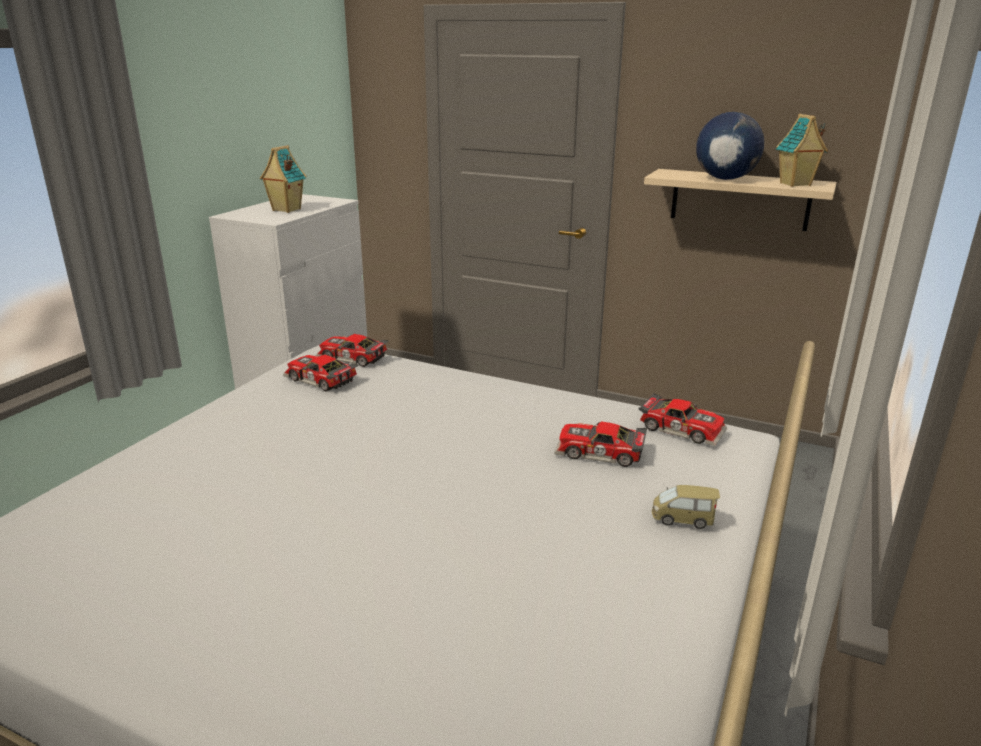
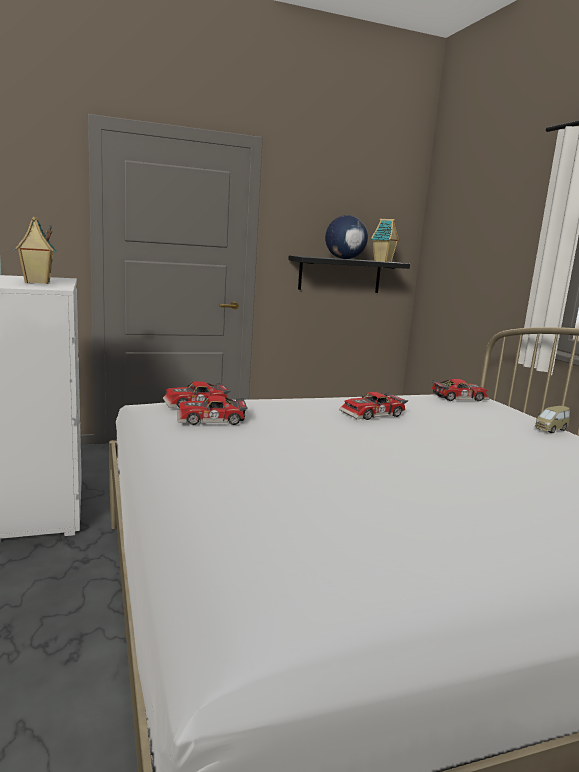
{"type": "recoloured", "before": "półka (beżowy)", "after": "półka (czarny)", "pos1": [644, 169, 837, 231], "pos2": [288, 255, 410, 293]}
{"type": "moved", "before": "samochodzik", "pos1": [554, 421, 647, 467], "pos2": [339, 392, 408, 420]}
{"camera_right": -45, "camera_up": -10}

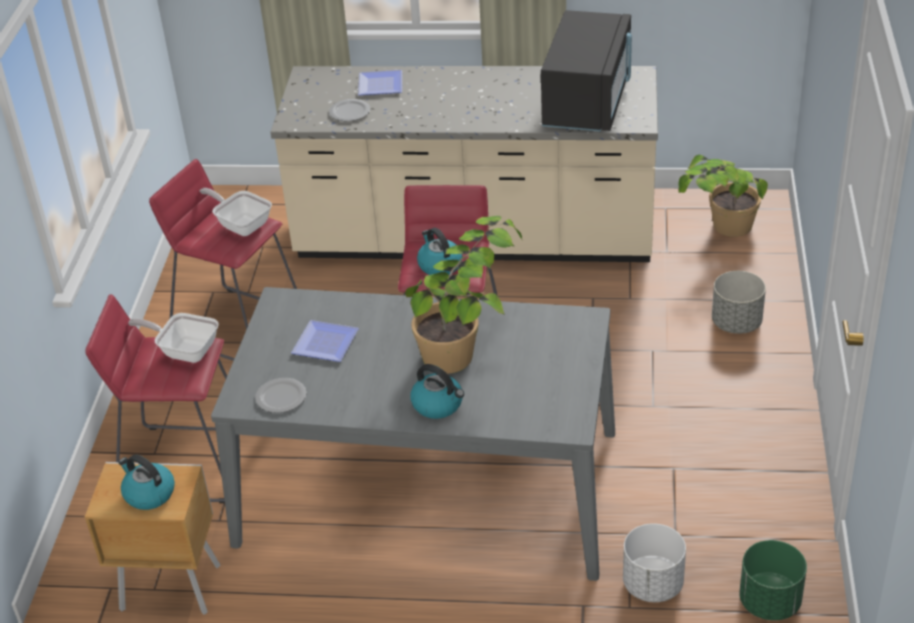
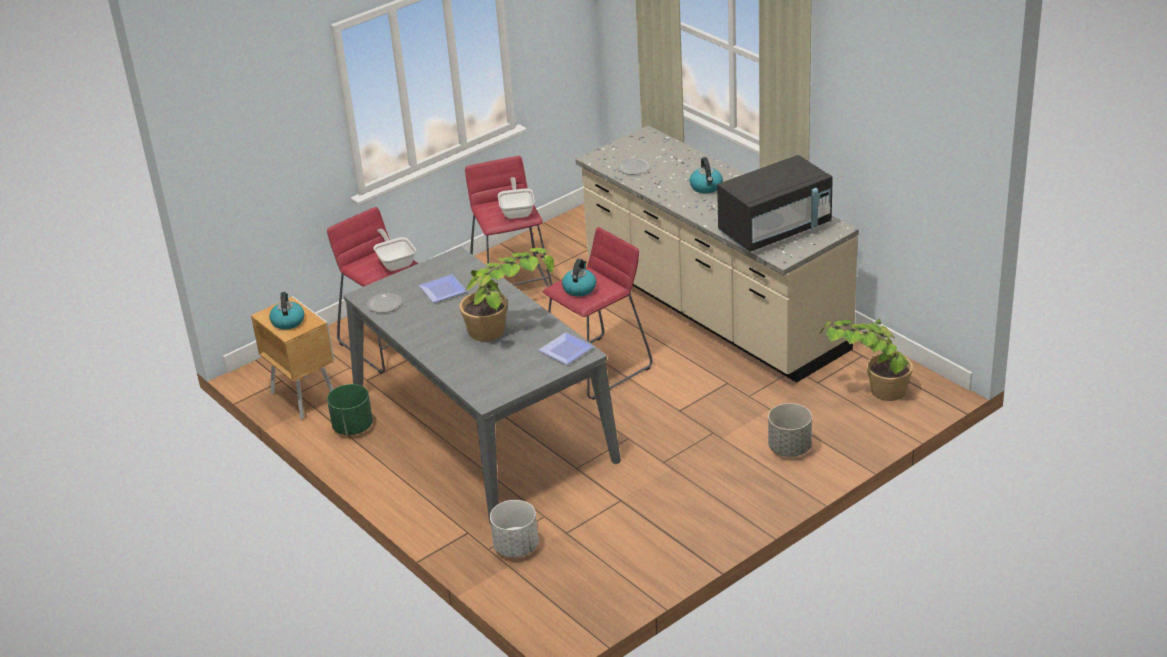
{"type": "moved", "before": "donica (zielony)", "pos1": [739, 540, 807, 621], "pos2": [327, 384, 373, 435]}
{"type": "moved", "before": "talerz", "pos1": [358, 70, 402, 95], "pos2": [539, 332, 594, 365]}
{"type": "moved", "before": "czajnik", "pos1": [411, 364, 464, 419], "pos2": [690, 157, 723, 194]}
{"camera_right": 45, "camera_up": -5}

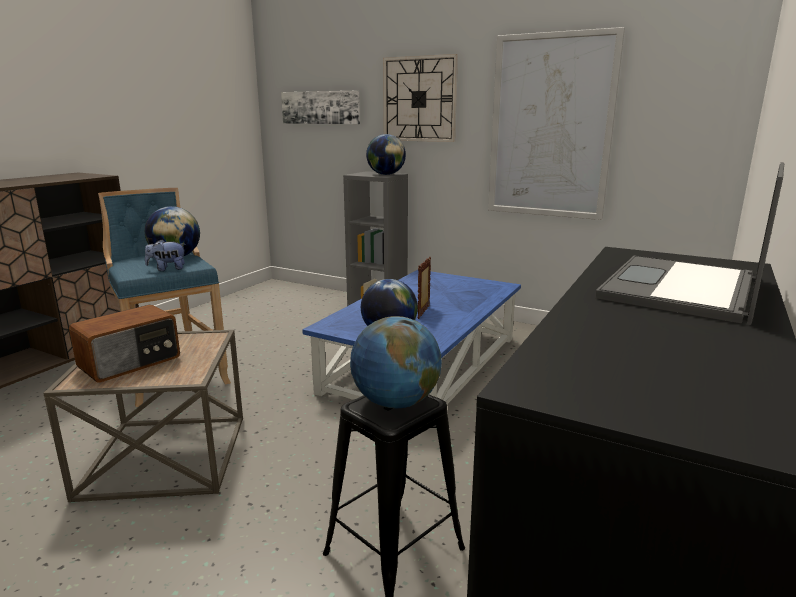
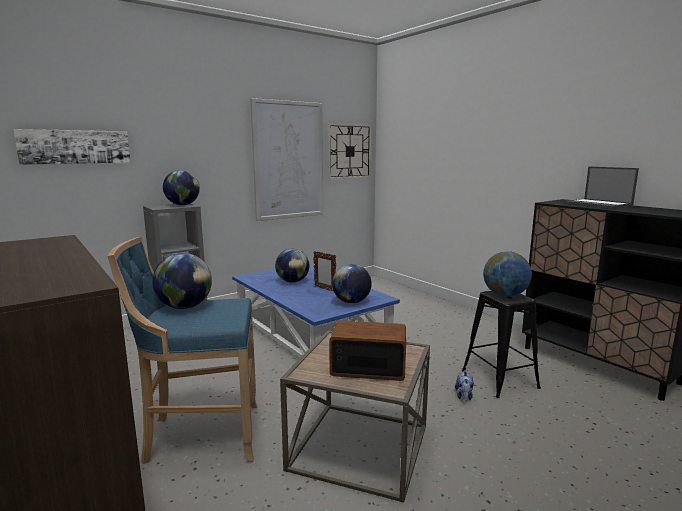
{"type": "added", "after": "globus", "pos2": [275, 248, 310, 283]}
{"type": "moved", "before": "zegar ścienny", "pos1": [383, 54, 458, 142], "pos2": [327, 123, 372, 179]}
{"type": "turned", "before": "radio", "pos1": [69, 305, 180, 382], "pos2": [329, 321, 406, 381], "turn": -60}
{"type": "moved", "before": "pluszak", "pos1": [145, 239, 186, 271], "pos2": [455, 370, 474, 401]}
{"camera_right": -65, "camera_up": -5}

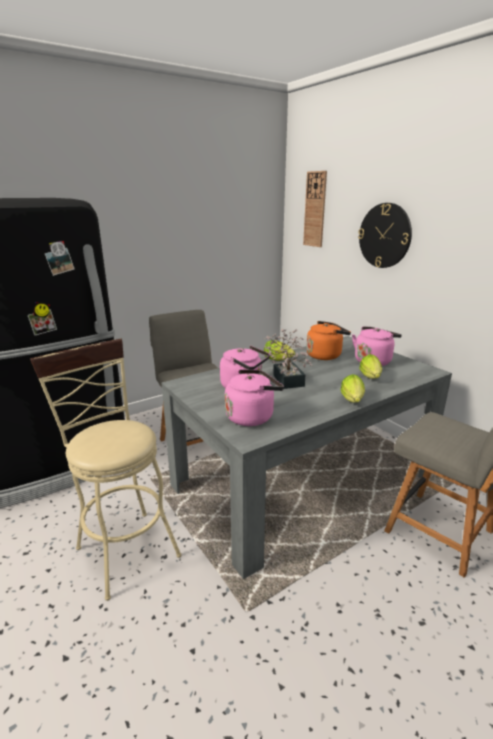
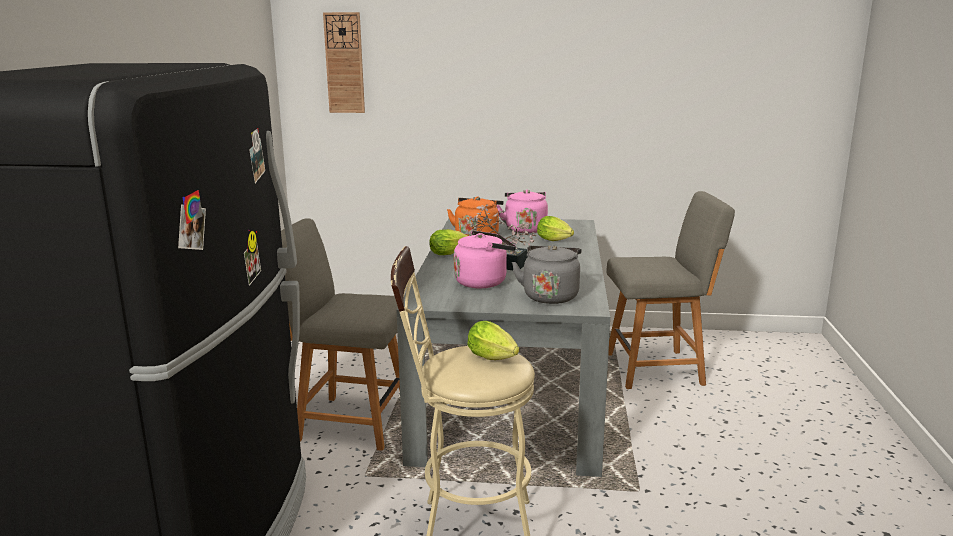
{"type": "moved", "before": "sałata", "pos1": [340, 374, 365, 403], "pos2": [467, 321, 519, 360]}
{"type": "recoloured", "before": "czajnik (różowy)", "after": "czajnik (szary)", "pos1": [225, 370, 284, 426], "pos2": [512, 245, 582, 304]}
{"type": "removed", "before": "zegar ścienny", "pos1": [358, 203, 412, 268]}
{"camera_right": -50, "camera_up": -5}

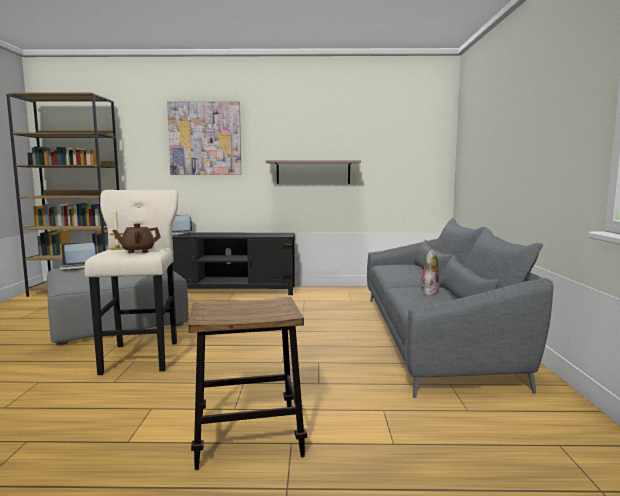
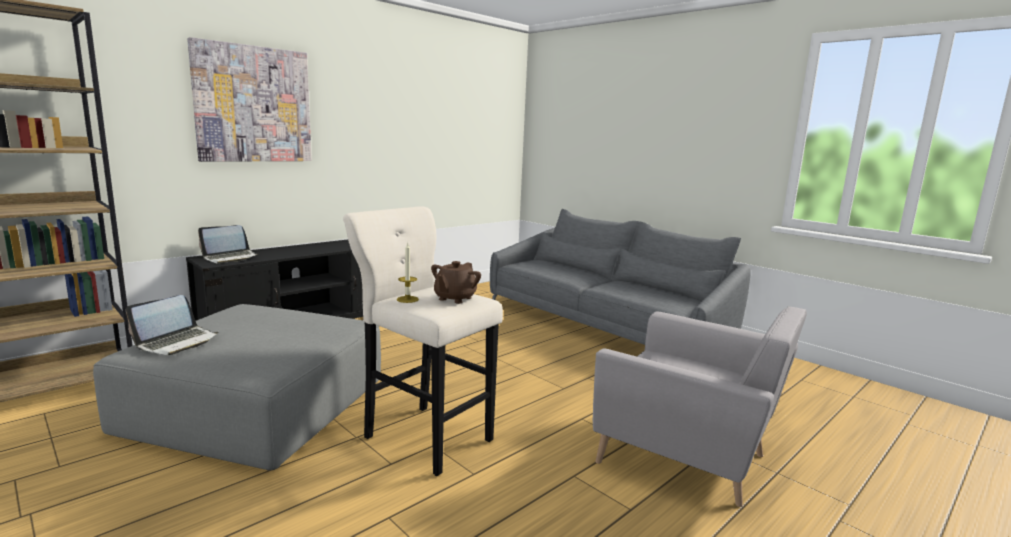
{"type": "replaced", "before": "stołek", "after": "fotel (szary)", "pos1": [189, 297, 307, 470], "pos2": [593, 306, 807, 507]}
{"type": "removed", "before": "półka", "pos1": [266, 160, 361, 184]}
{"type": "removed", "before": "pluszak", "pos1": [420, 250, 439, 296]}
{"camera_right": -45, "camera_up": 5}

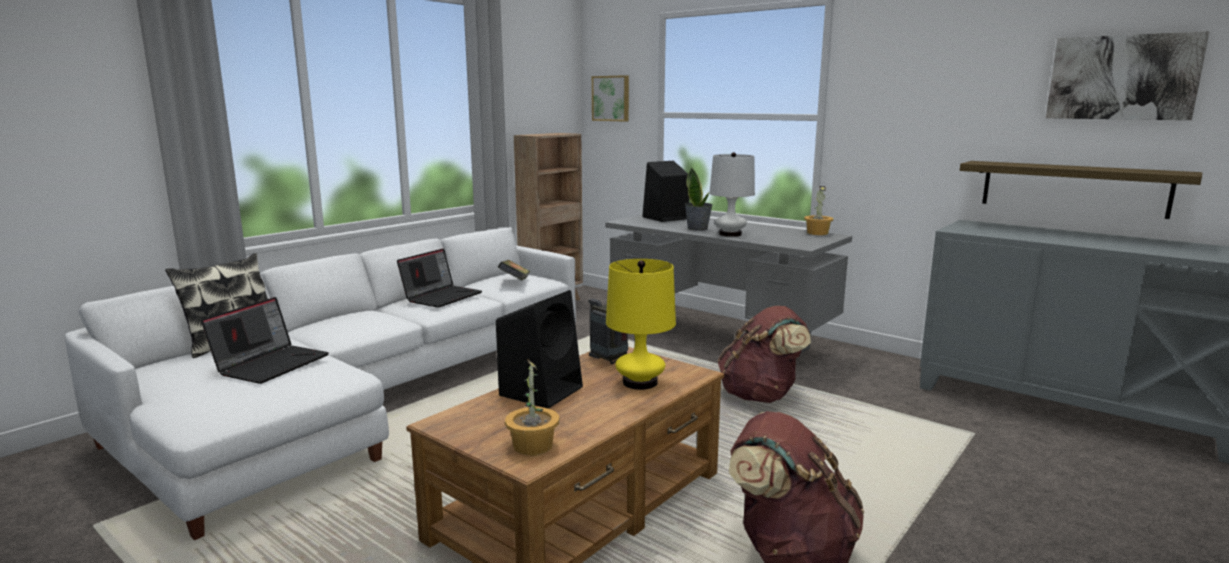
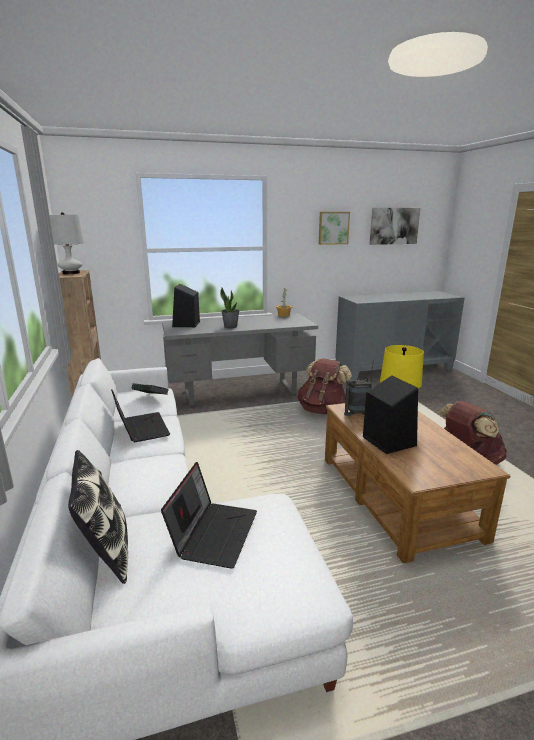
{"type": "moved", "before": "lampa stołowa (biały)", "pos1": [709, 152, 755, 237], "pos2": [50, 212, 84, 274]}
{"type": "turned", "before": "laptop", "pos1": [201, 297, 329, 384], "pos2": [161, 462, 257, 569], "turn": 45}
{"type": "moved", "before": "obraz", "pos1": [592, 75, 629, 122], "pos2": [319, 212, 350, 245]}
{"type": "removed", "before": "roślina doniczkowa", "pos1": [505, 359, 560, 455]}
{"type": "removed", "before": "półka", "pos1": [960, 161, 1202, 219]}
{"camera_right": -55, "camera_up": 5}

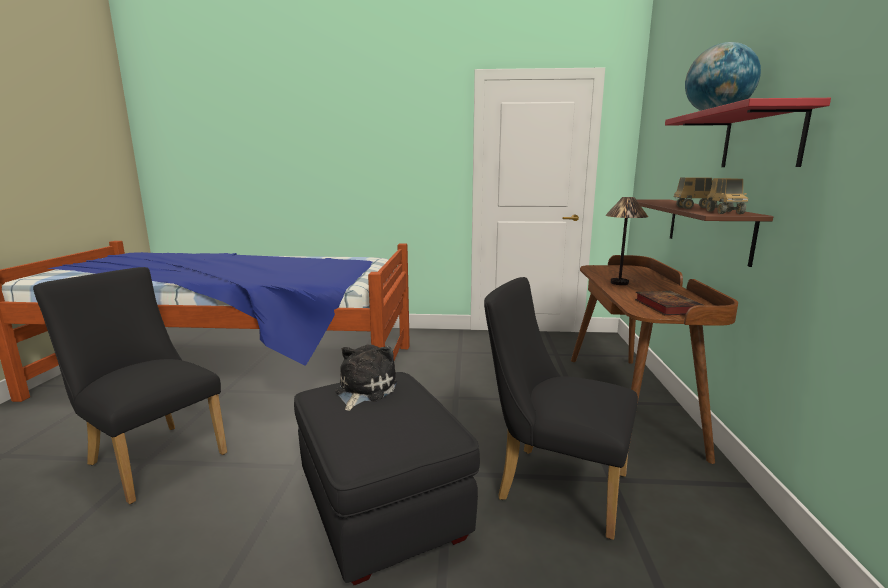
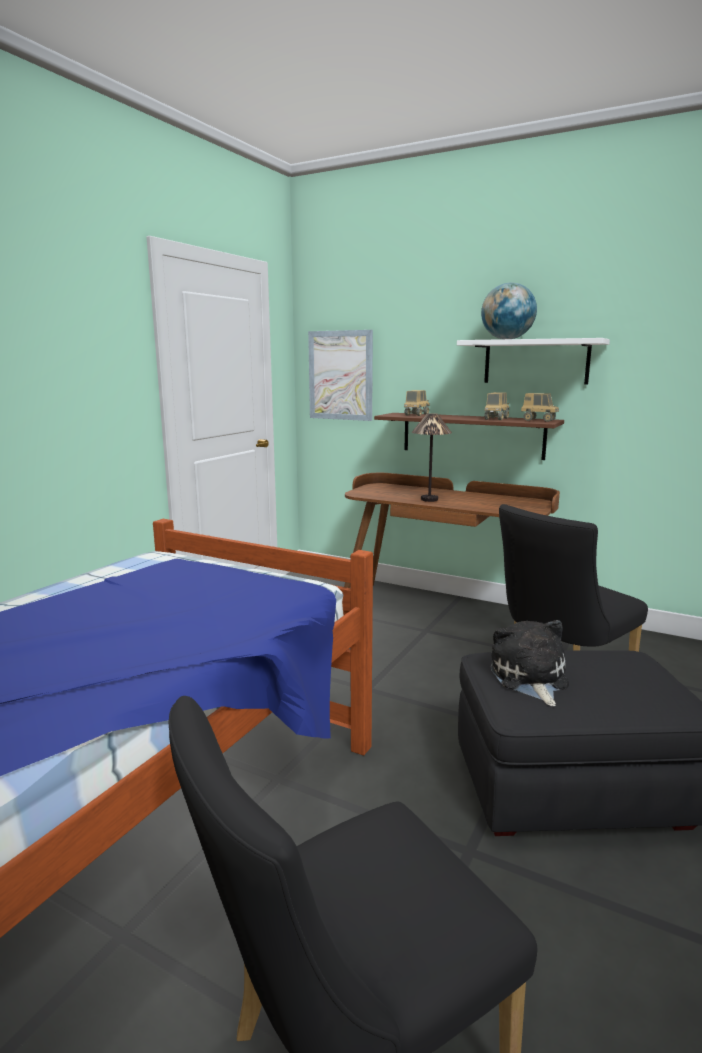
{"type": "added", "after": "obraz", "pos2": [308, 330, 373, 421]}
{"type": "added", "after": "ciężarówka zabawkowa", "pos2": [404, 390, 430, 416]}
{"type": "recoloured", "before": "półka (czerwony)", "after": "półka (biały)", "pos1": [665, 98, 831, 167], "pos2": [457, 338, 610, 384]}
{"type": "turned", "before": "pluszak", "pos1": [335, 345, 397, 411], "pos2": [491, 620, 569, 706], "turn": 45}
{"type": "removed", "before": "książka", "pos1": [635, 291, 703, 316]}
{"camera_right": -65, "camera_up": 0}

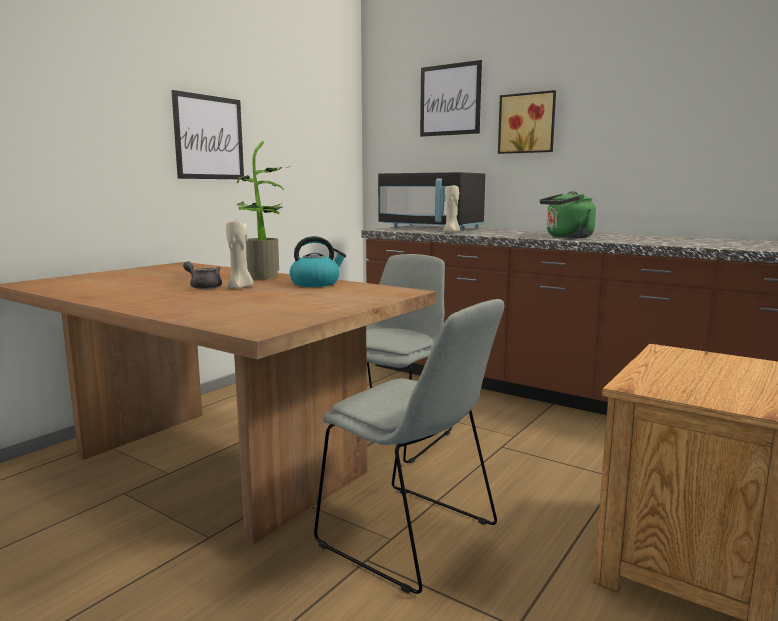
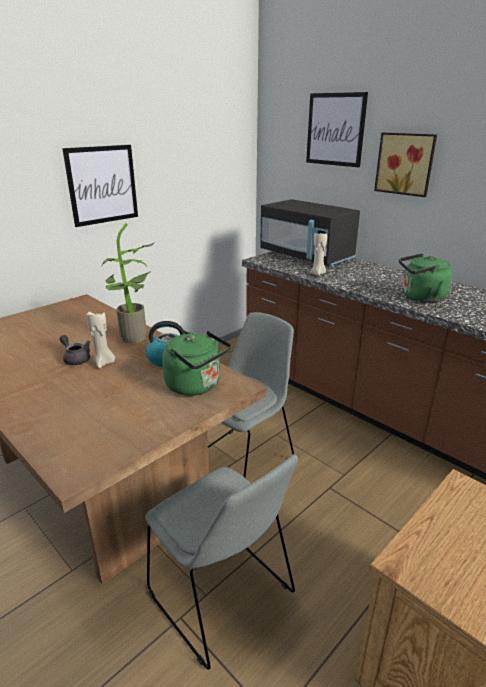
{"type": "added", "after": "czajnik (zielony)", "pos2": [162, 331, 231, 396]}
{"camera_right": 10, "camera_up": 15}

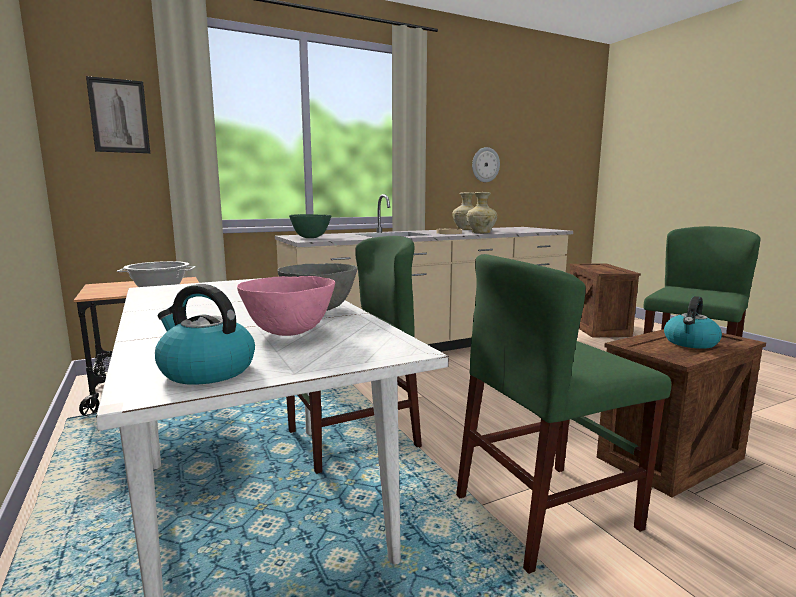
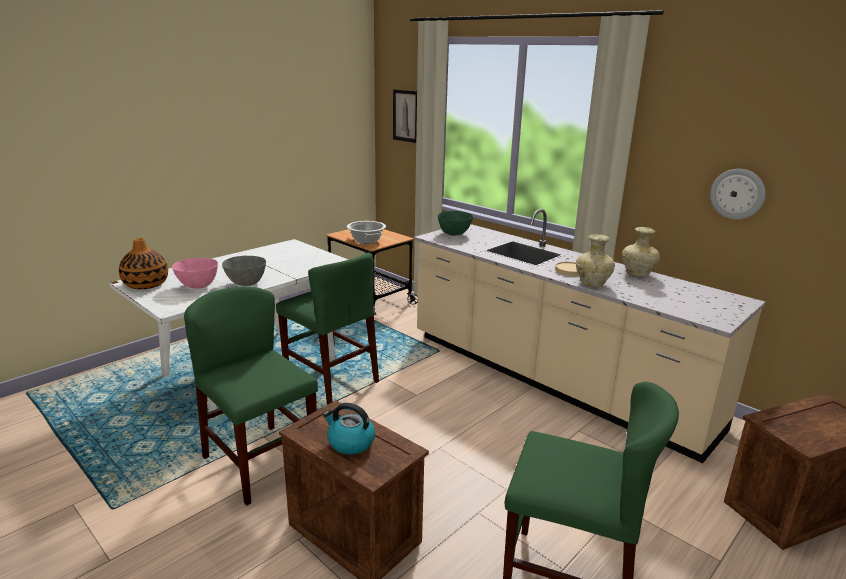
{"type": "replaced", "before": "czajnik", "after": "wazon", "pos1": [155, 284, 255, 385], "pos2": [119, 238, 168, 289]}
{"camera_right": 70, "camera_up": 10}

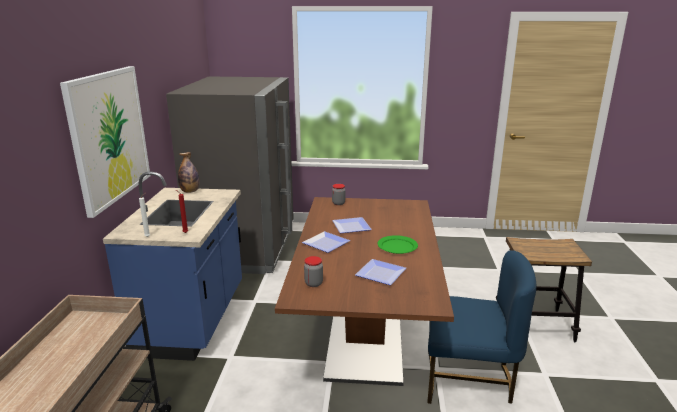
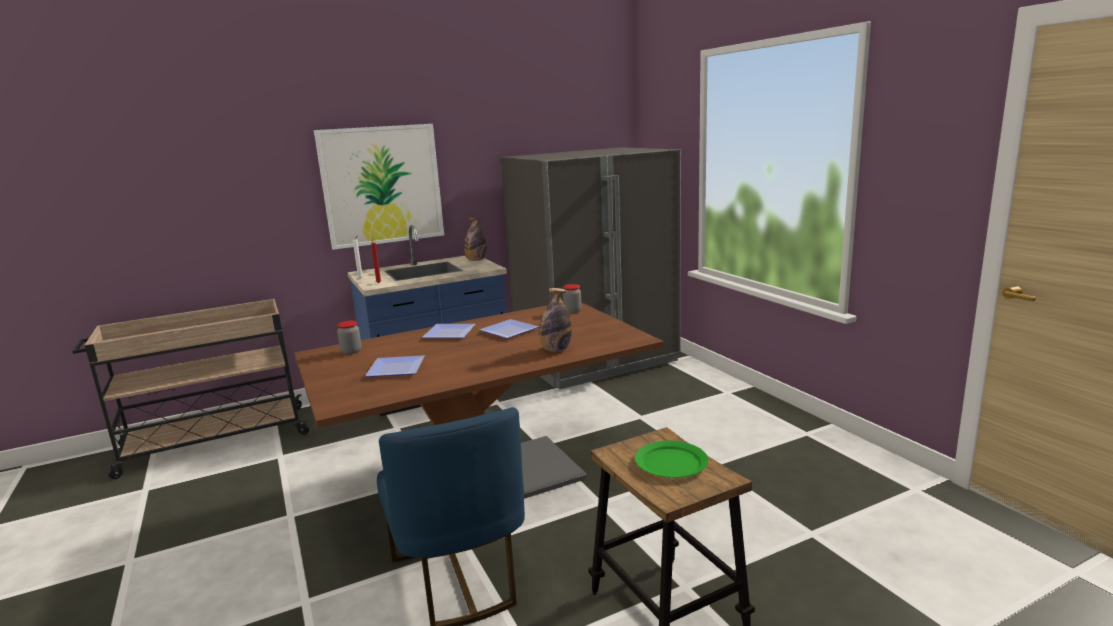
{"type": "added", "after": "butelka", "pos2": [539, 288, 572, 352]}
{"type": "moved", "before": "talerz (zielony)", "pos1": [378, 235, 418, 254], "pos2": [635, 441, 708, 478]}
{"camera_right": 60, "camera_up": -5}

